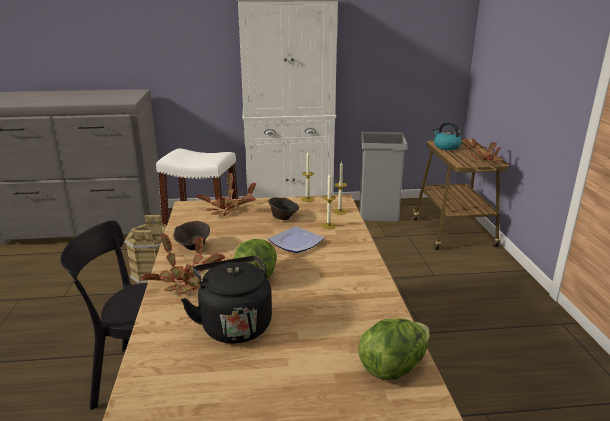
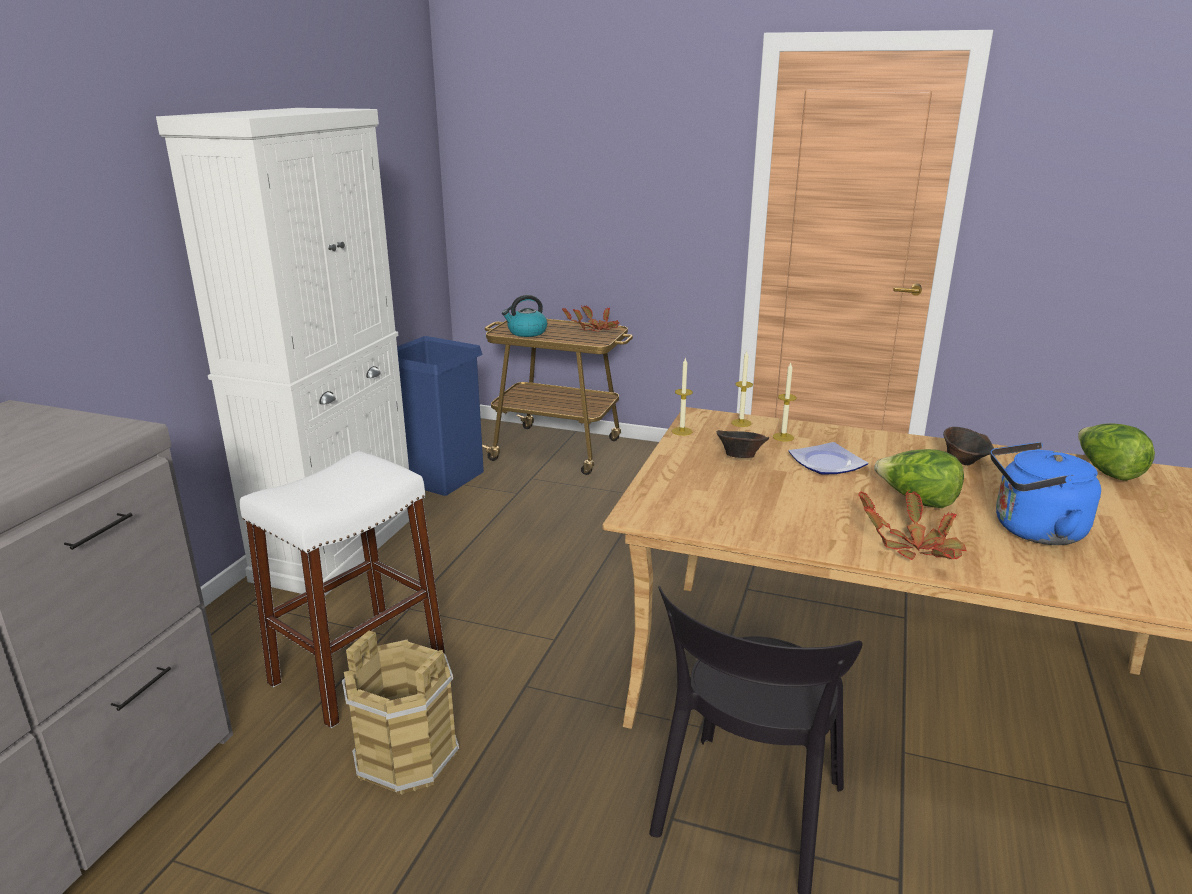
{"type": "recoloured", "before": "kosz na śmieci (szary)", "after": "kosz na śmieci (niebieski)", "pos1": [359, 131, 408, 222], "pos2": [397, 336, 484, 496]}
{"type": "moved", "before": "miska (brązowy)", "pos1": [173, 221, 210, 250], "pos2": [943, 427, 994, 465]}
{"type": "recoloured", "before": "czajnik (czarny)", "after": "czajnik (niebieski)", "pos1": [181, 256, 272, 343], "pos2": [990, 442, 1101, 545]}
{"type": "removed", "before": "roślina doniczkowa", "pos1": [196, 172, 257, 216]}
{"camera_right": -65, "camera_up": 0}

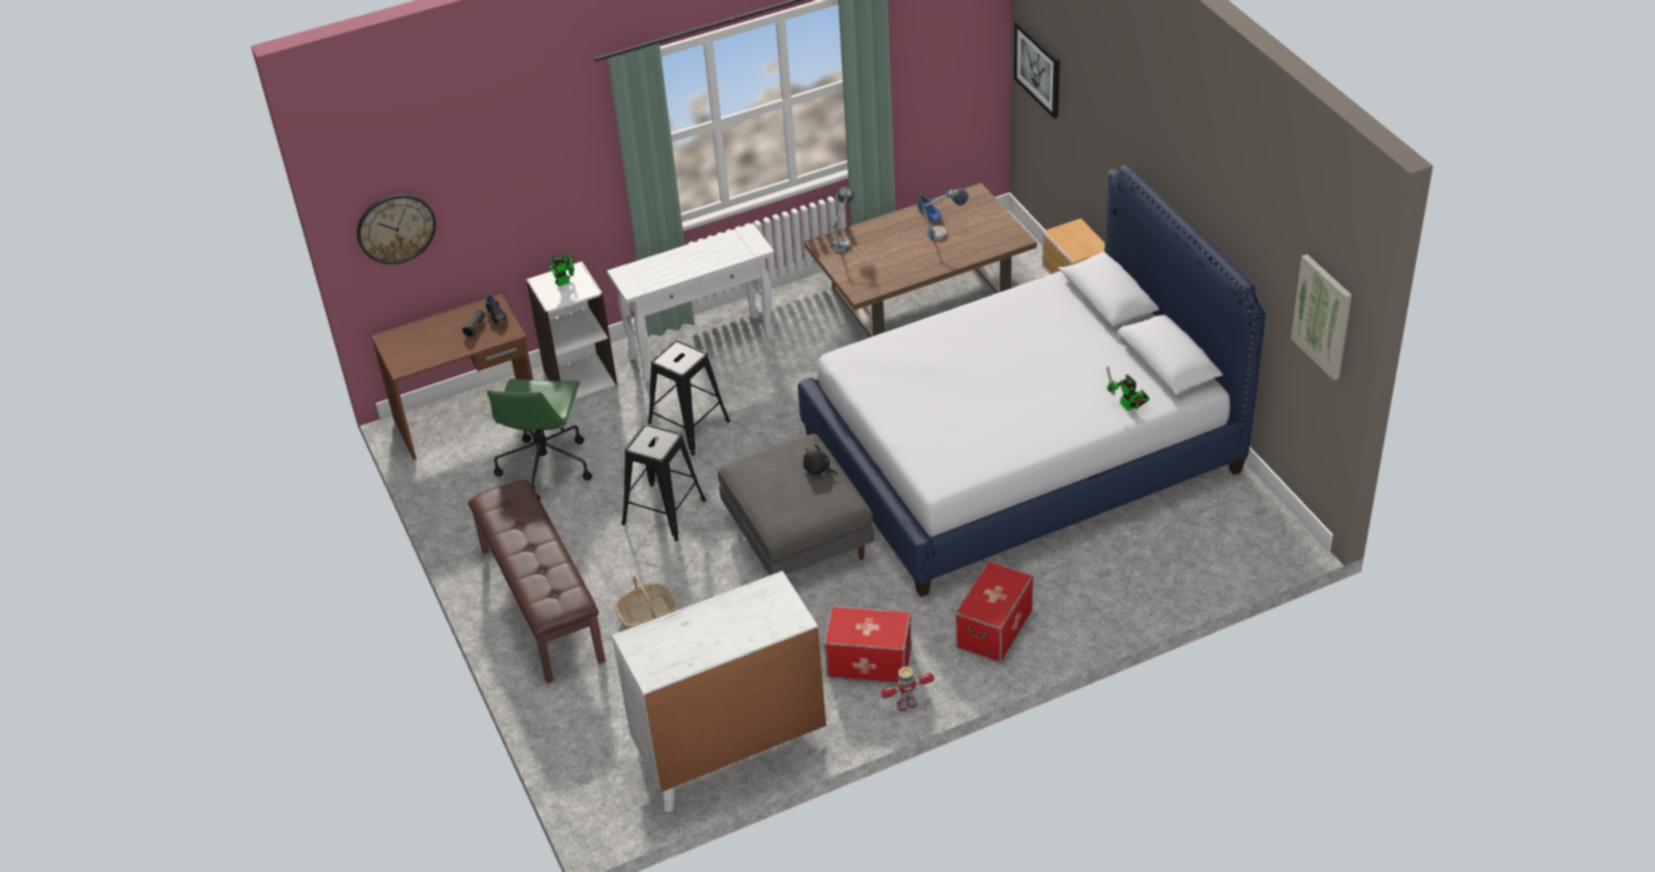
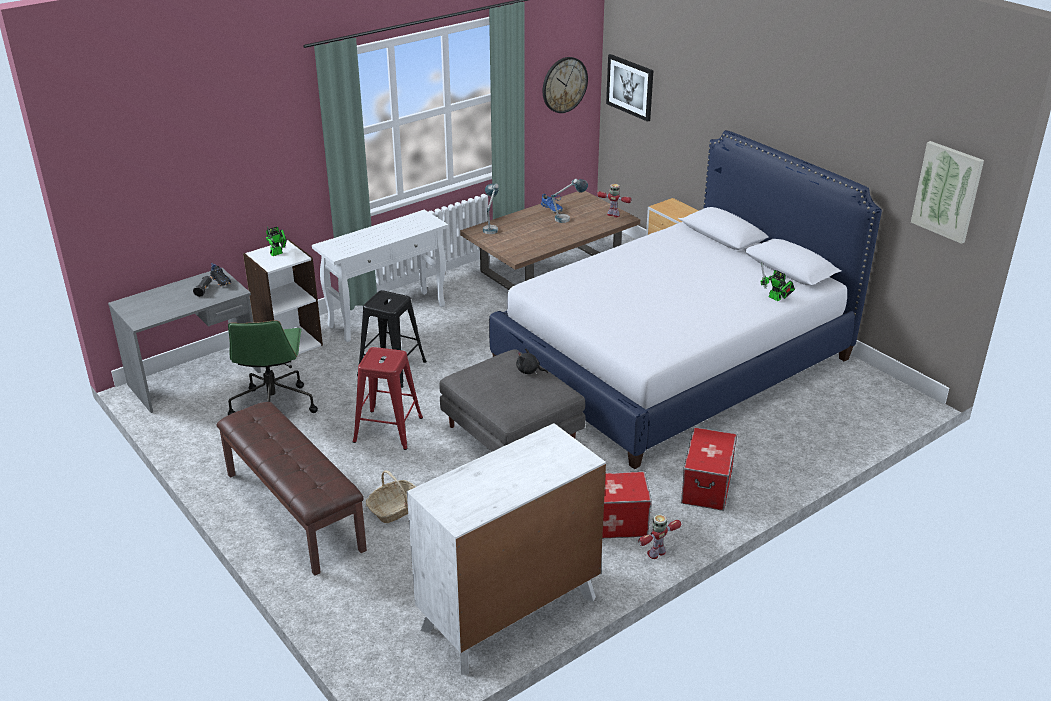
{"type": "recoloured", "before": "biurko (brązowy)", "after": "biurko (szary)", "pos1": [371, 294, 533, 460], "pos2": [108, 268, 261, 413]}
{"type": "recoloured", "before": "stołek (czarny)", "after": "stołek (czerwony)", "pos1": [621, 424, 706, 541], "pos2": [353, 347, 423, 450]}
{"type": "moved", "before": "zegar ścienny", "pos1": [357, 194, 436, 264], "pos2": [543, 57, 588, 113]}
{"type": "added", "after": "robot zabawkowy", "pos2": [597, 184, 632, 217]}
{"camera_right": -15, "camera_up": -10}

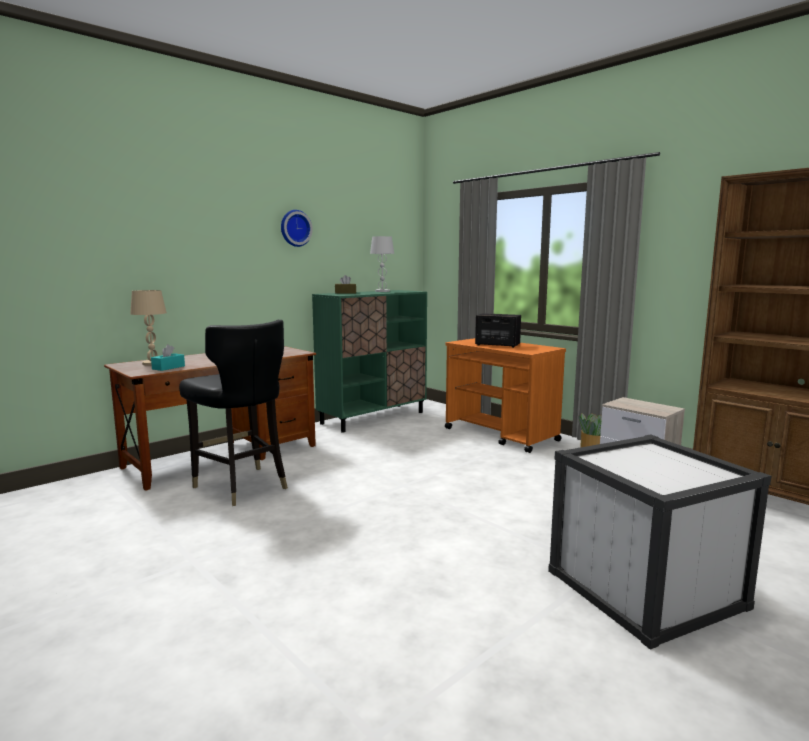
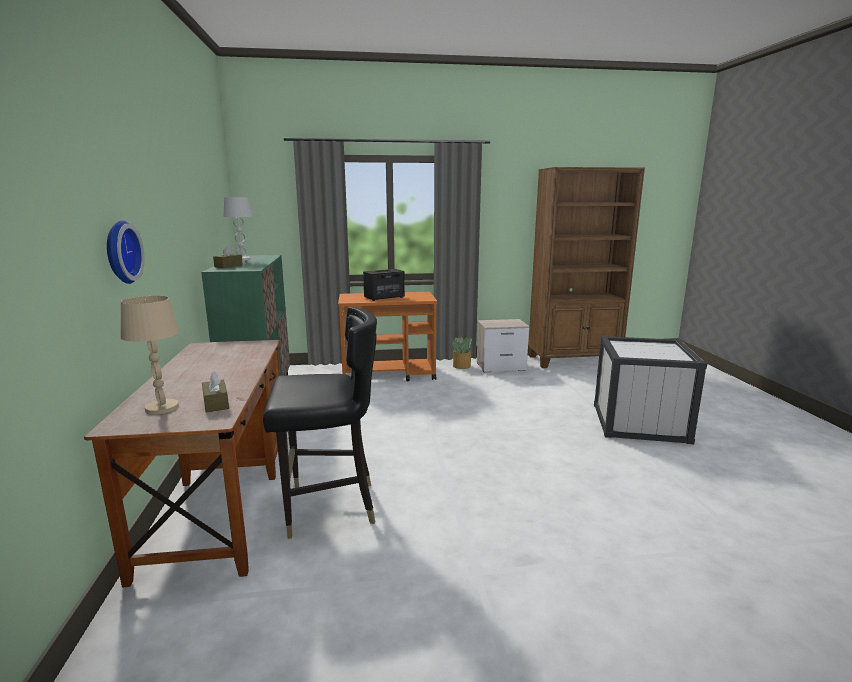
{"type": "moved", "before": "zegar ścienny", "pos1": [281, 210, 313, 247], "pos2": [107, 220, 145, 284]}
{"type": "recoloured", "before": "pudełko chusteczek (turkusowy)", "after": "pudełko chusteczek (brązowy)", "pos1": [151, 344, 185, 371], "pos2": [202, 371, 229, 413]}
{"camera_right": -55, "camera_up": 5}

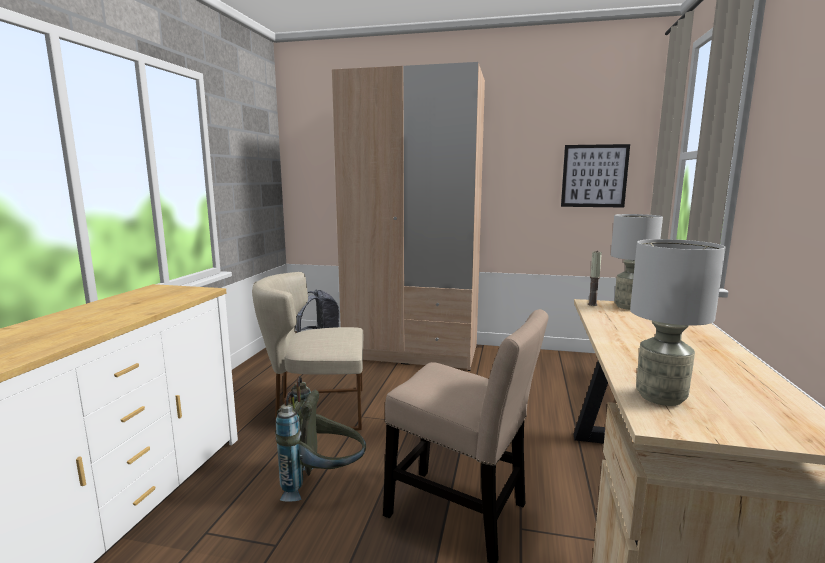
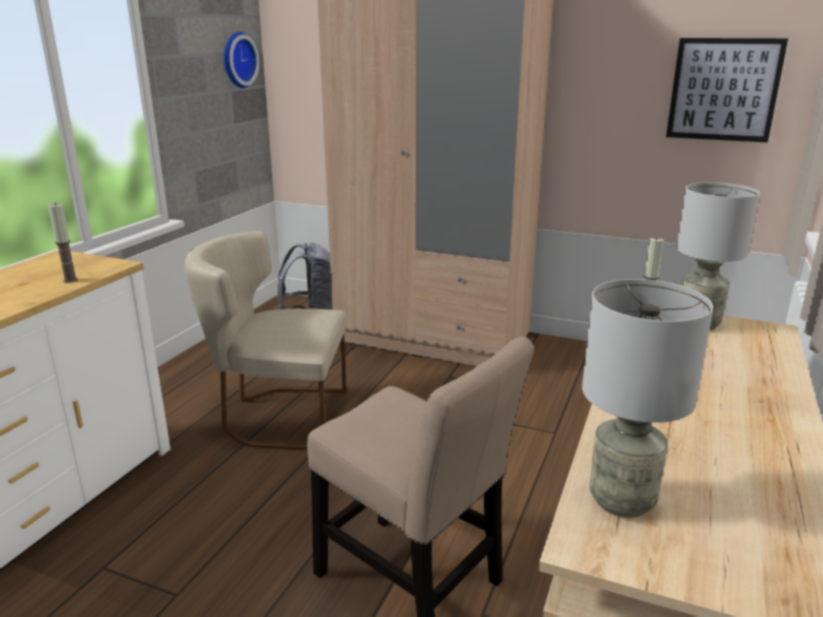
{"type": "added", "after": "świeca", "pos2": [48, 202, 78, 283]}
{"type": "added", "after": "zegar ścienny", "pos2": [223, 32, 260, 88]}
{"type": "removed", "before": "plecak (szary)", "pos1": [275, 376, 366, 502]}
{"camera_right": 10, "camera_up": 10}

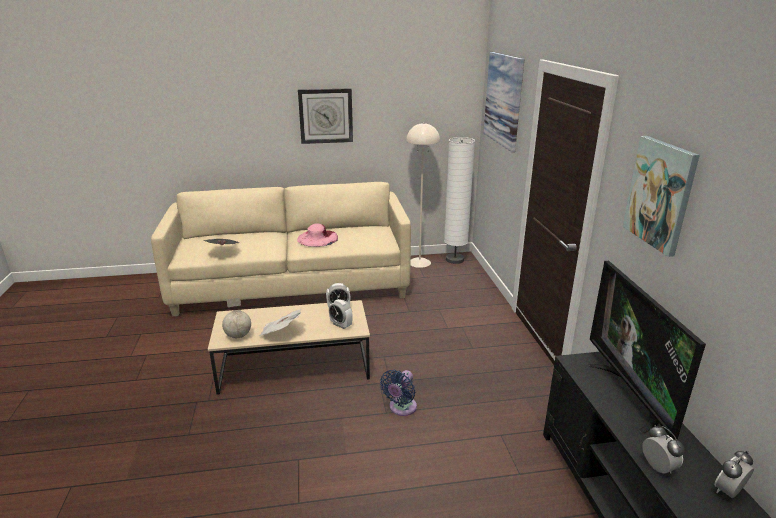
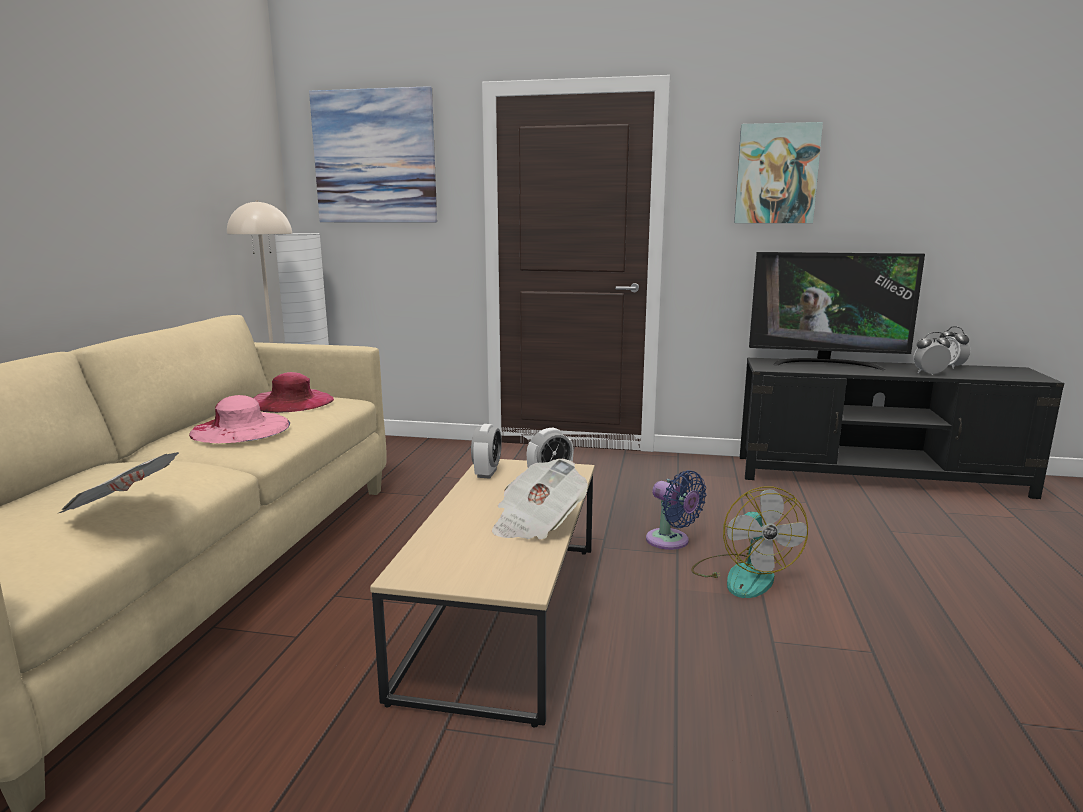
{"type": "added", "after": "kapelusz (różowy)", "pos2": [253, 372, 334, 413]}
{"type": "added", "after": "wentylator", "pos2": [691, 487, 808, 598]}
{"type": "removed", "before": "globus", "pos1": [222, 298, 251, 338]}
{"type": "removed", "before": "zegar ścienny", "pos1": [298, 88, 353, 144]}
{"camera_right": -70, "camera_up": -10}

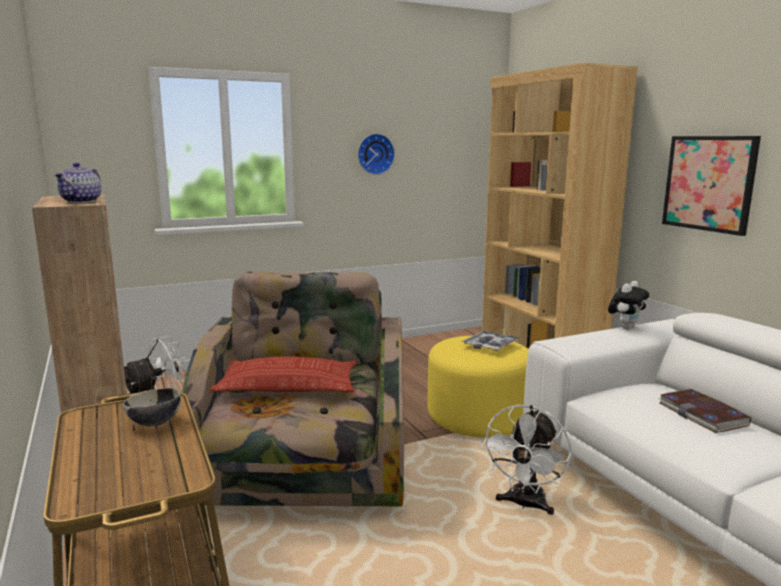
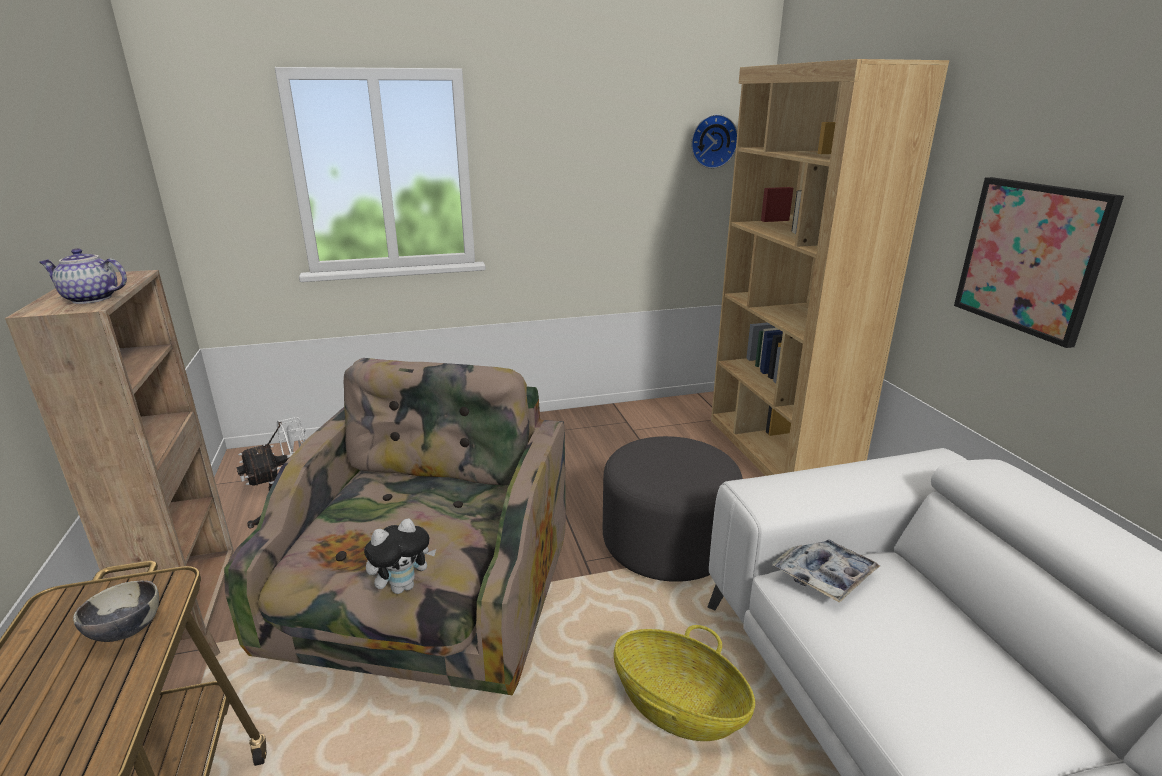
{"type": "turned", "before": "imbryk", "pos1": [54, 163, 101, 203], "pos2": [39, 248, 127, 304], "turn": 75}
{"type": "moved", "before": "pluszak", "pos1": [608, 281, 649, 330], "pos2": [364, 518, 436, 594]}
{"type": "recoloured", "before": "pufa (żółty)", "after": "pufa (szary)", "pos1": [427, 336, 529, 437], "pos2": [603, 436, 743, 582]}
{"type": "replaced", "before": "wentylator (biały)", "after": "koszyk", "pos1": [481, 405, 571, 515], "pos2": [614, 625, 755, 741]}
{"type": "moved", "before": "zegar ścienny", "pos1": [358, 134, 395, 175], "pos2": [691, 114, 737, 169]}
{"type": "moved", "before": "taca", "pos1": [461, 330, 520, 351], "pos2": [772, 539, 880, 603]}
{"type": "removed", "before": "poduszka", "pos1": [209, 356, 357, 392]}
{"type": "removed", "before": "książka", "pos1": [658, 389, 751, 433]}
{"camera_right": 10, "camera_up": 10}

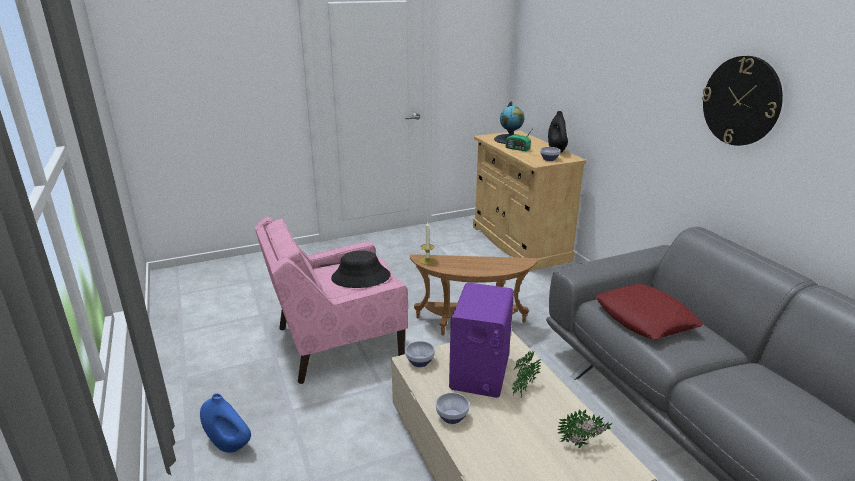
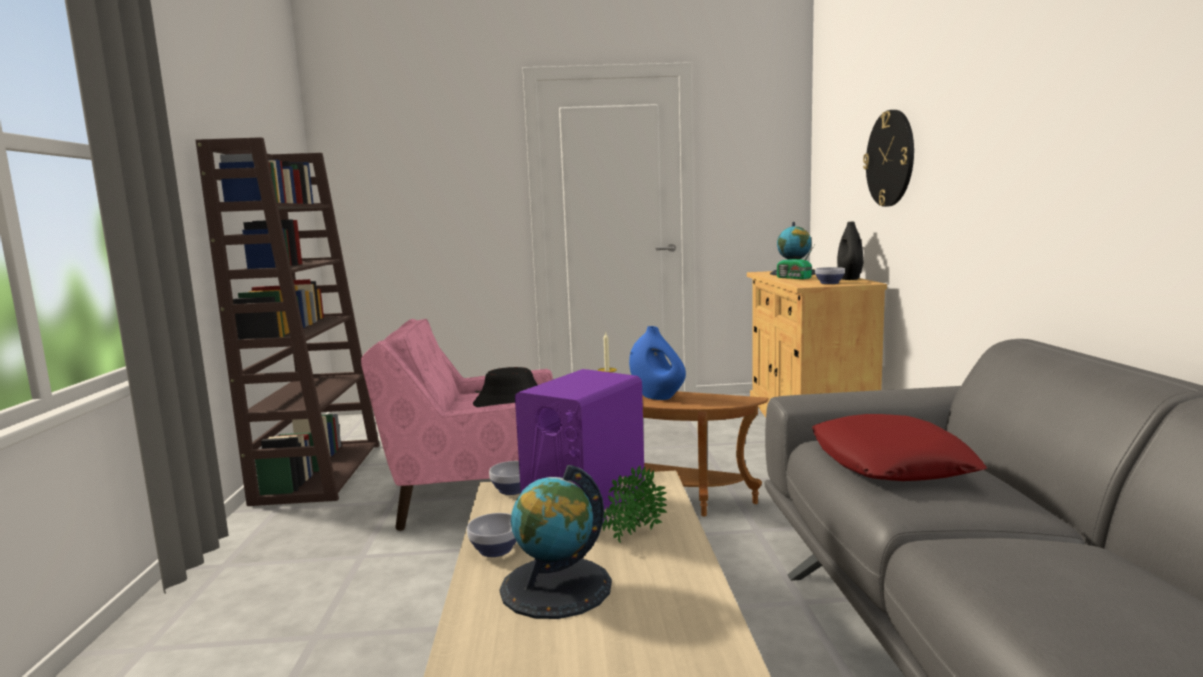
{"type": "added", "after": "regał (brązowy)", "pos2": [195, 137, 380, 506]}
{"type": "added", "after": "globus", "pos2": [500, 465, 612, 619]}
{"type": "moved", "before": "wazon (niebieski)", "pos1": [200, 393, 251, 453], "pos2": [629, 326, 686, 400]}
{"type": "moved", "before": "zegar ścienny", "pos1": [702, 56, 783, 146], "pos2": [863, 110, 914, 207]}
{"type": "removed", "before": "roślina doniczkowa", "pos1": [558, 409, 613, 448]}
{"camera_right": 20, "camera_up": -15}

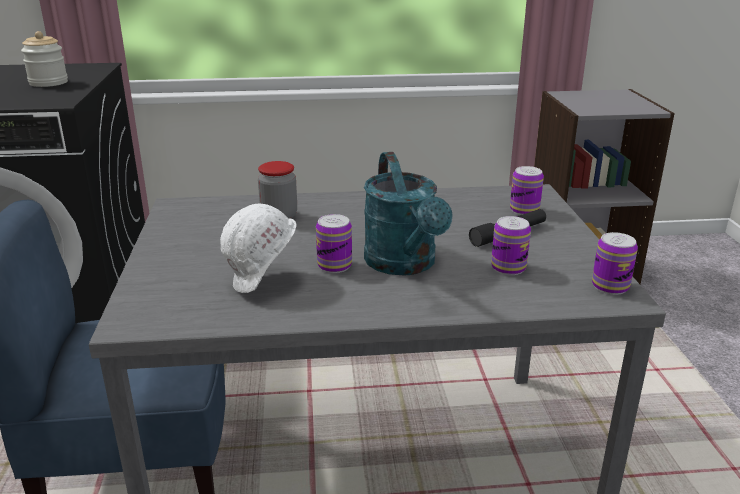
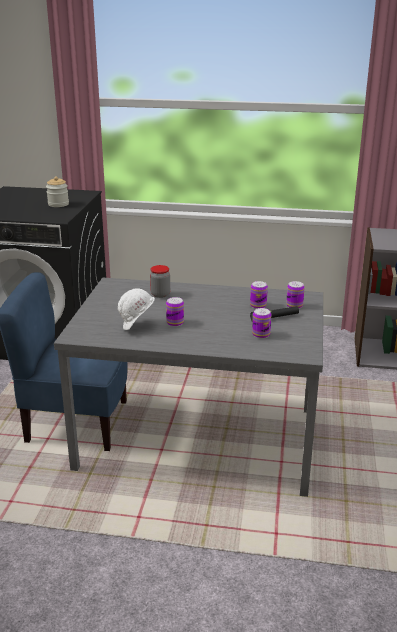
{"type": "moved", "before": "puszka", "pos1": [592, 232, 638, 295], "pos2": [250, 281, 268, 309]}
{"type": "removed", "before": "konewka (turkusowy)", "pos1": [364, 152, 453, 276]}
{"camera_right": 15, "camera_up": 0}

